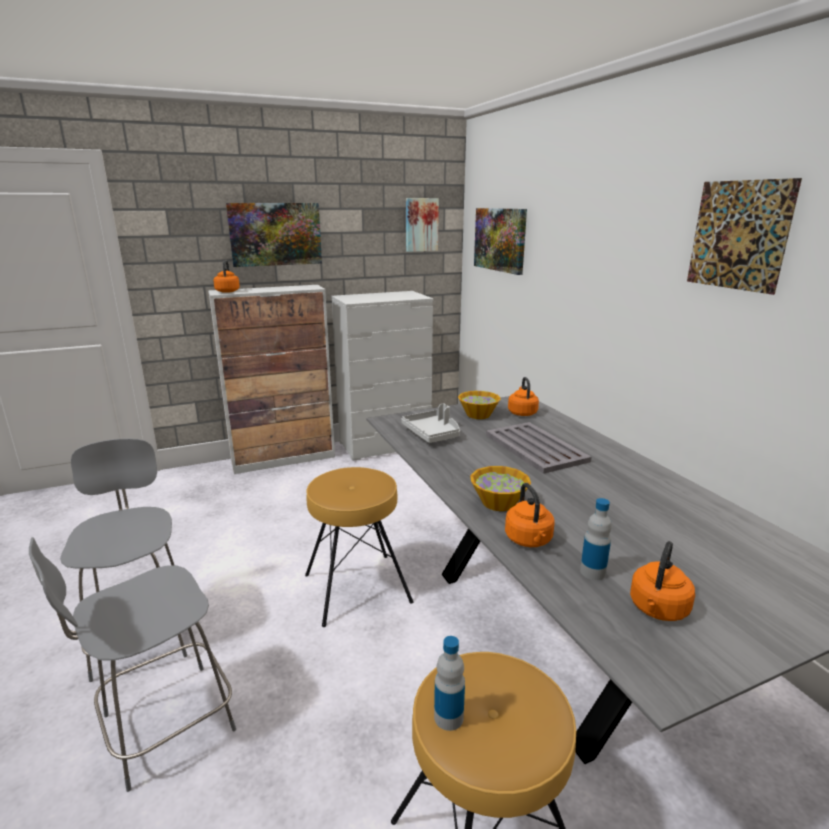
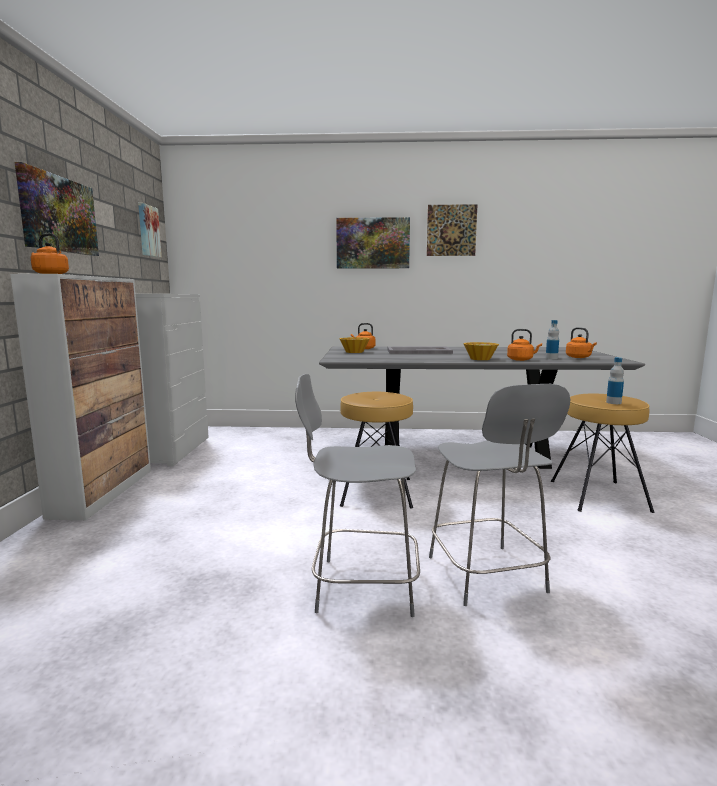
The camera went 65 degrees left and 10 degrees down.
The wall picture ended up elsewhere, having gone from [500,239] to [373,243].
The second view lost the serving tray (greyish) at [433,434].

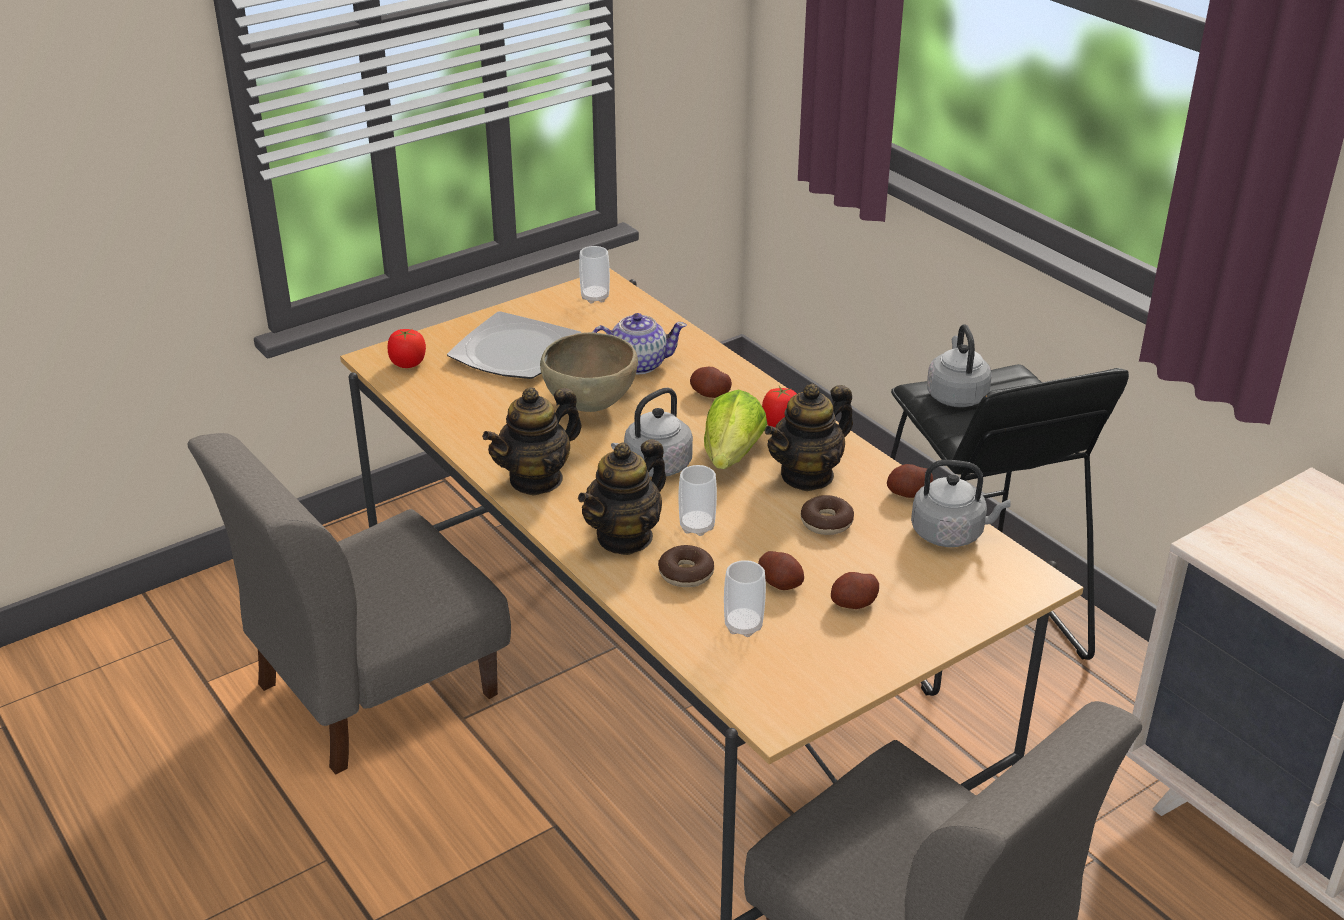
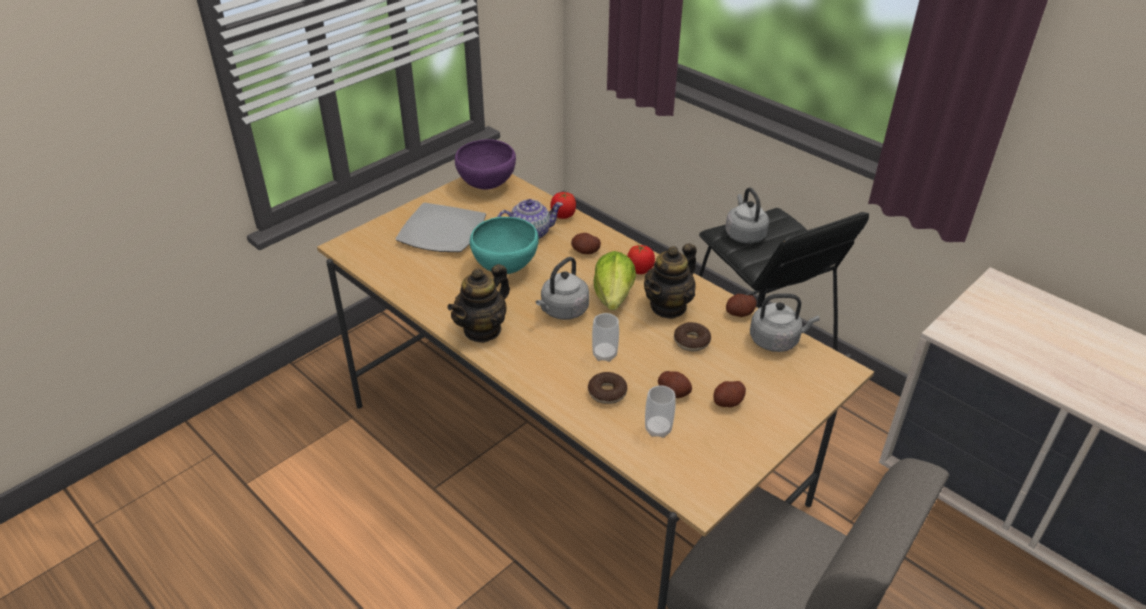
The camera went 10 degrees left and 5 degrees up.
Where the cup stood at [595,297], the bowl (purple) came to stand at [487,185].
The fresh tomato ended up elsewhere, having gone from [408,364] to [563,215].
What was the bowl (brown-coloured) at [591,405] turned into the bowl (blue-green) at [506,268].
The second view lost the upright chair (greyish) at [375,689].
The second view lost the tea pot at [625,537].

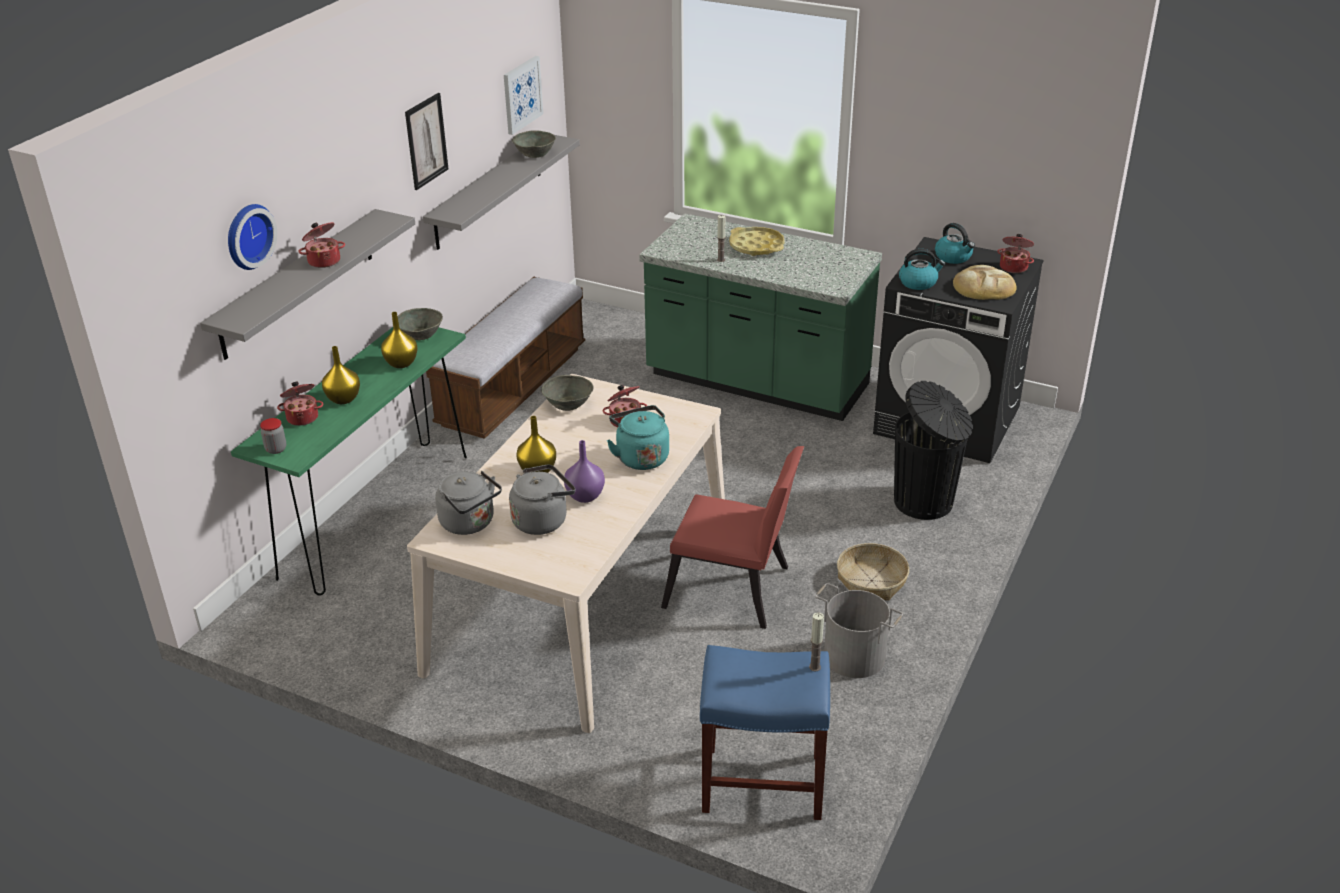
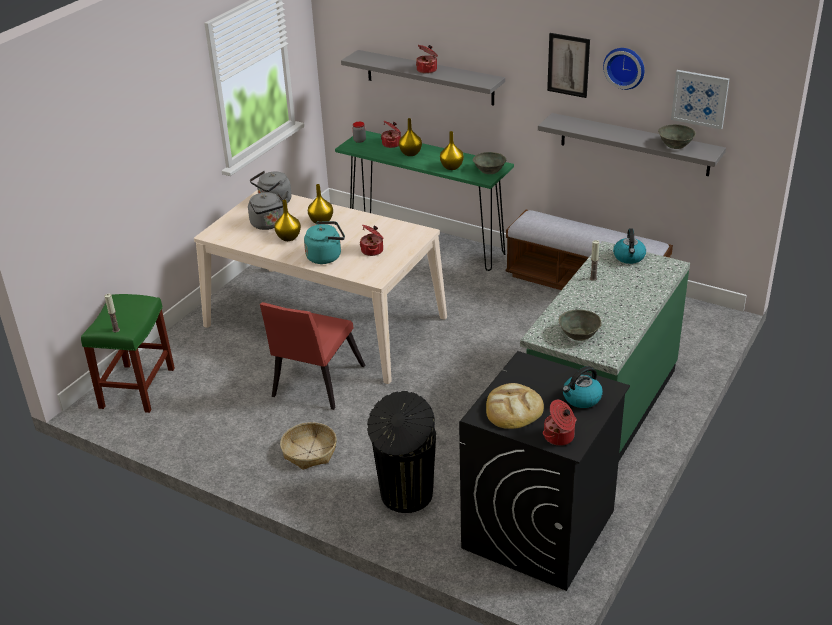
The camera went 95 degrees right and 0 degrees up.
The clock on the wall ended up elsewhere, having gone from [247,235] to [625,67].
The second view lost the serving tray (yellow-coloured) at [756,246].
The kettle ended up elsewhere, having gone from [918,282] to [629,257].
The bowl (greyish) ended up elsewhere, having gone from [568,404] to [579,335].
What was the decorative vase (purple) at [584,496] turned into the decorative vase (yellow-coloured) at [289,237].
The second view lost the pail (greyish) at [854,656].
What was the sitting stool (blue-coloured) at [760,782] turned into the sitting stool (green-coloured) at [137,387].

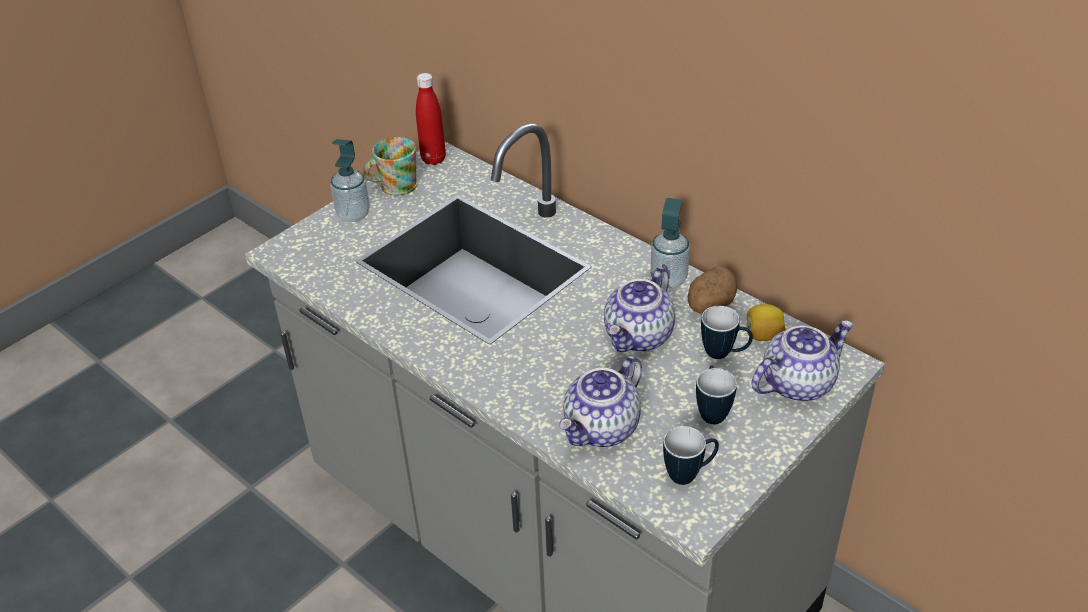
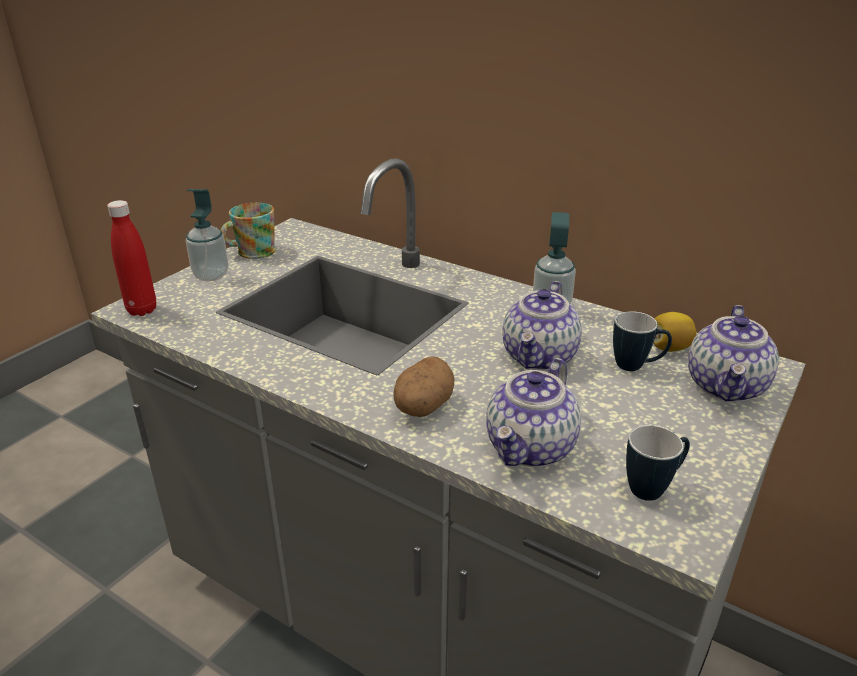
The camera went 10 degrees left and 10 degrees down.
The bottle (red-coloured) ended up elsewhere, having gone from [433,159] to [142,310].
The spud ended up elsewhere, having gone from [709,306] to [422,407].
The tea pot at [797,383] ended up facing another way, 150 degrees clockwise from before.
The second view lost the tea mug at [712,411].

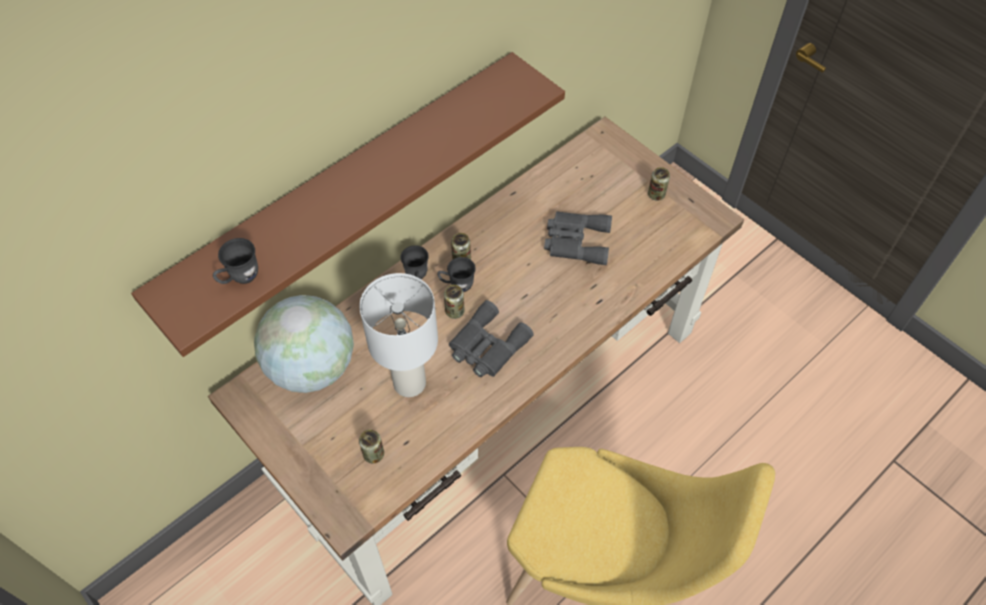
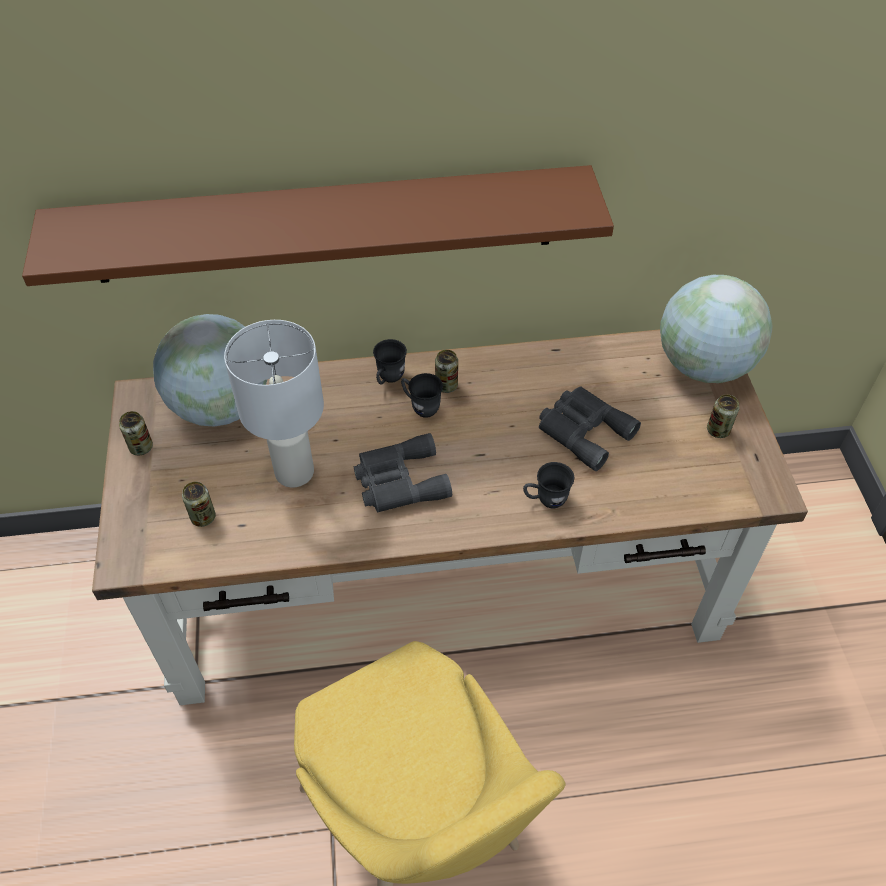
The camera went 35 degrees right and 5 degrees down.
The tea mug (greyish) ended up elsewhere, having gone from [240,278] to [545,500].
The can ended up elsewhere, having gone from [454,311] to [141,447].
The second view gained the globe at [704,366].

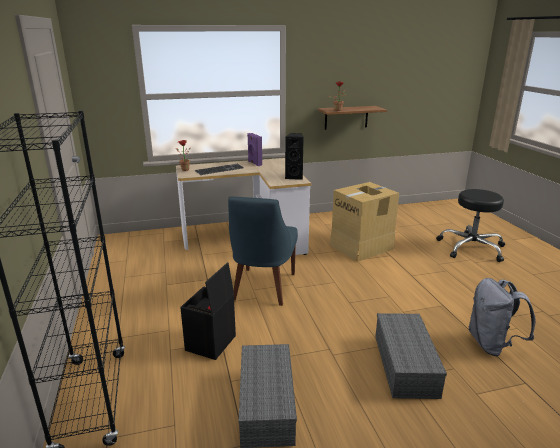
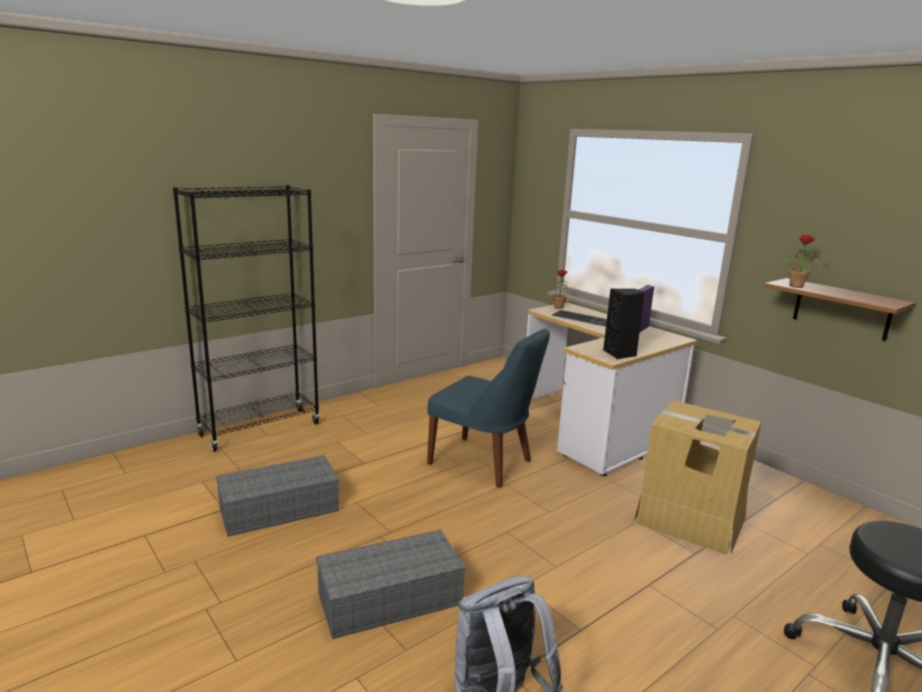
The camera went 65 degrees right and 5 degrees down.
The upright chair (blue-coloured) at [263,288] ended up facing another way, 135 degrees counterclockwise from before.
The second view lost the storage container (black) at [211,344].

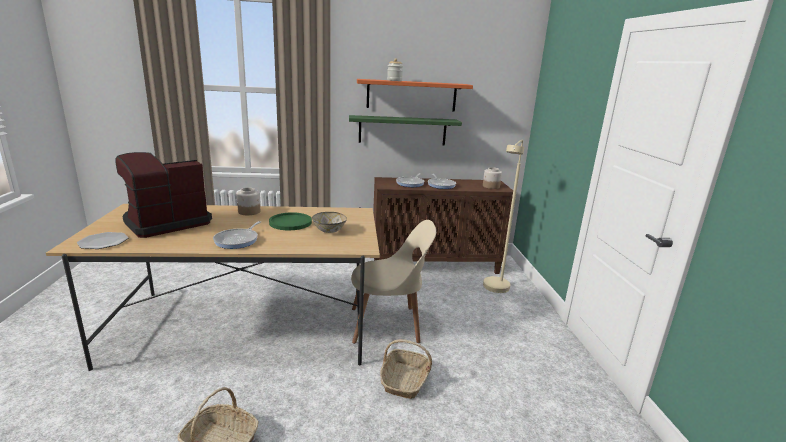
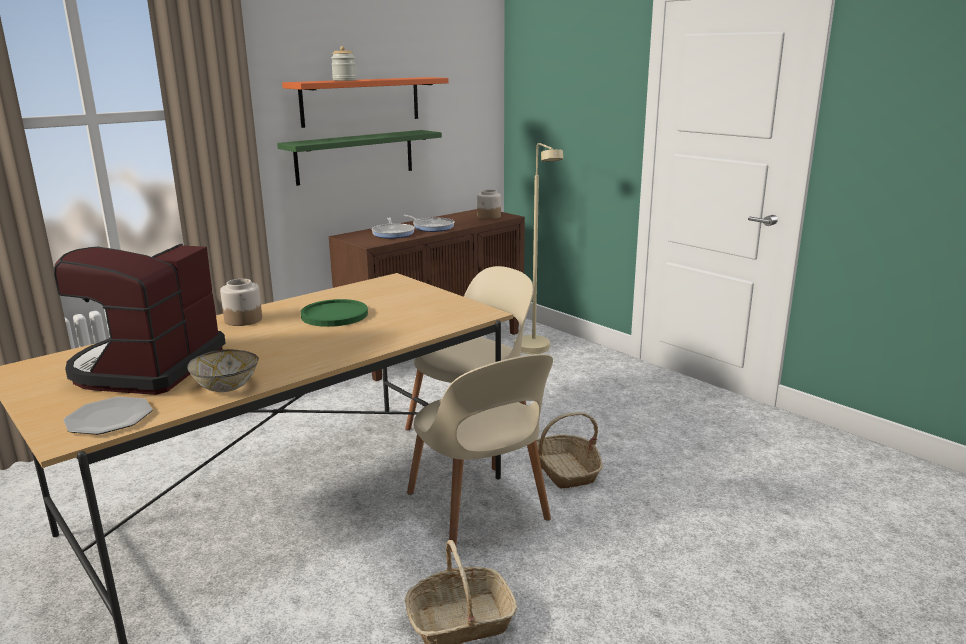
The camera went 35 degrees left and 0 degrees up.
The bowl ended up elsewhere, having gone from [329,231] to [227,387].
The second view lost the skillet at [238,240].
The second view gained the upright chair (beige) at [479,510].

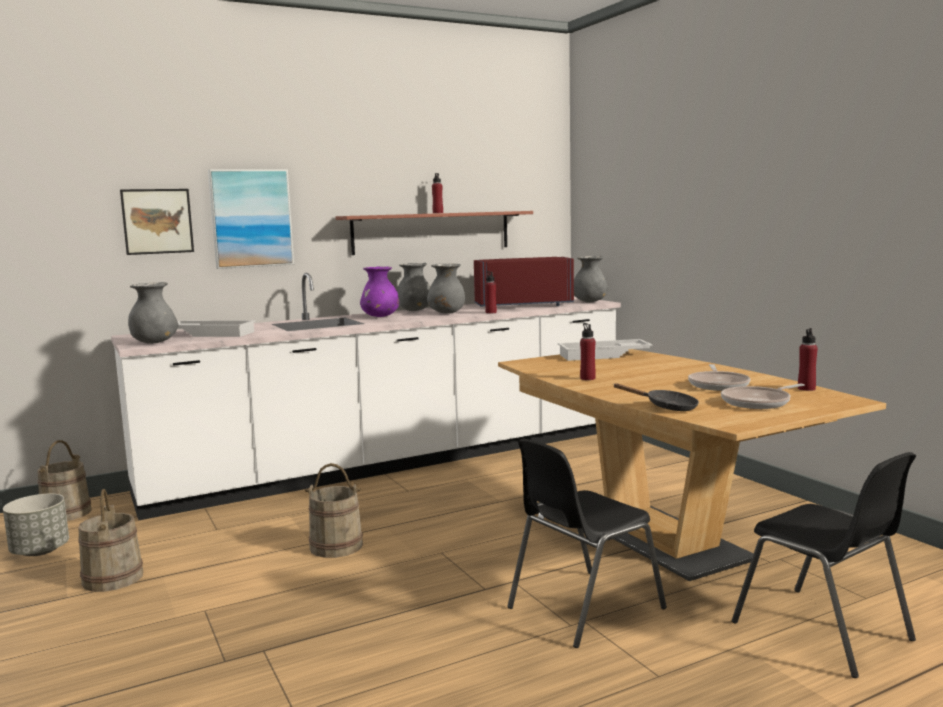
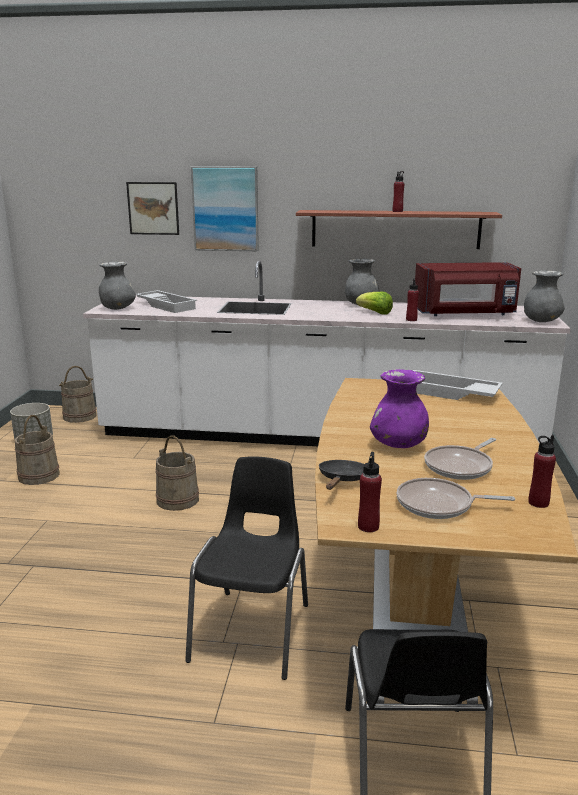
The camera went 35 degrees right and 10 degrees up.
The kitchen microwave (red-coloured) at [522,305] ended up facing another way, 150 degrees clockwise from before.
Where the decorative vase (greyish) stood at [446,313], the lettuce head came to stand at [375,313].
The decorative vase (purple) ended up elsewhere, having gone from [380,317] to [398,445].
The bottle (red-coloured) ended up elsewhere, having gone from [587,378] to [368,526].
The skillet (black) at [666,407] ended up facing another way, 135 degrees counterclockwise from before.
The upright chair (black) at [582,608] ended up facing another way, 105 degrees clockwise from before.

